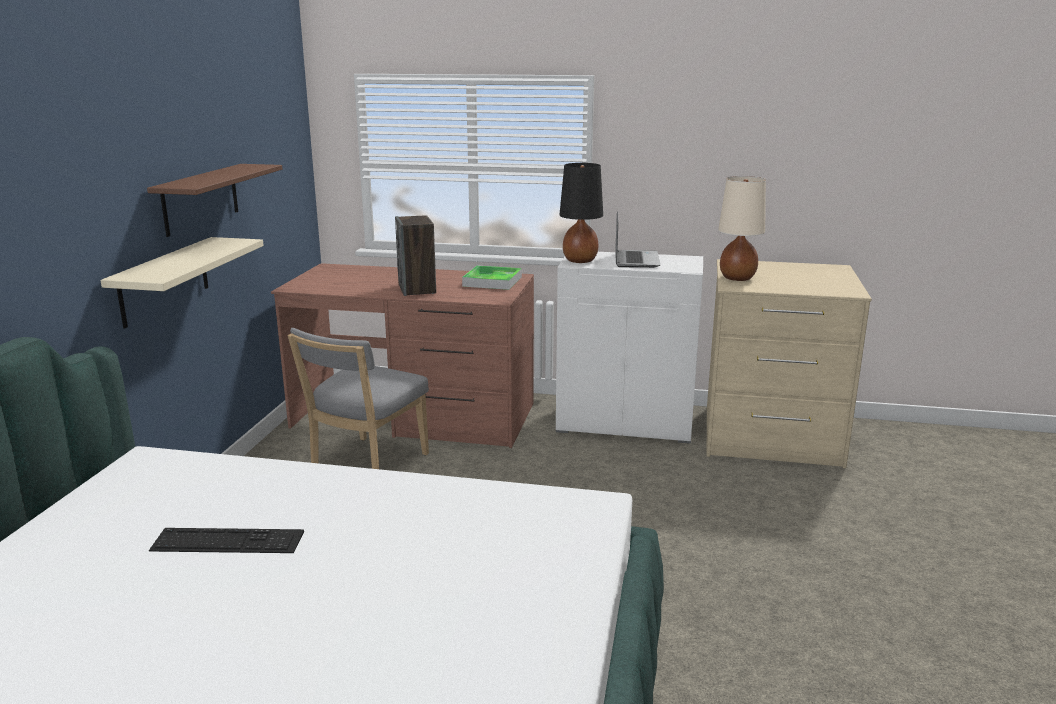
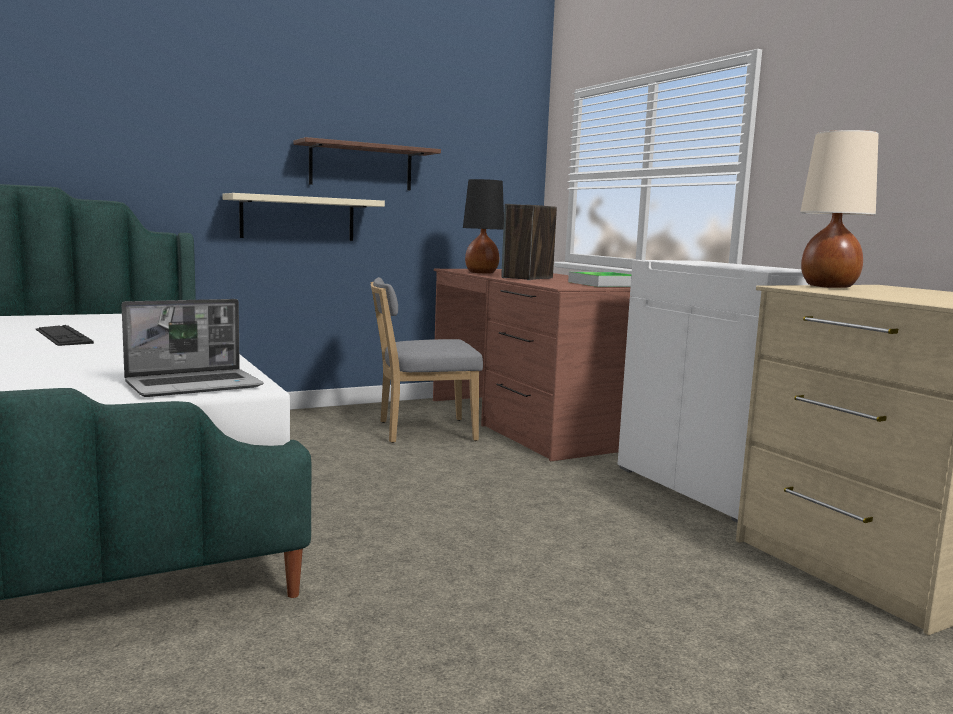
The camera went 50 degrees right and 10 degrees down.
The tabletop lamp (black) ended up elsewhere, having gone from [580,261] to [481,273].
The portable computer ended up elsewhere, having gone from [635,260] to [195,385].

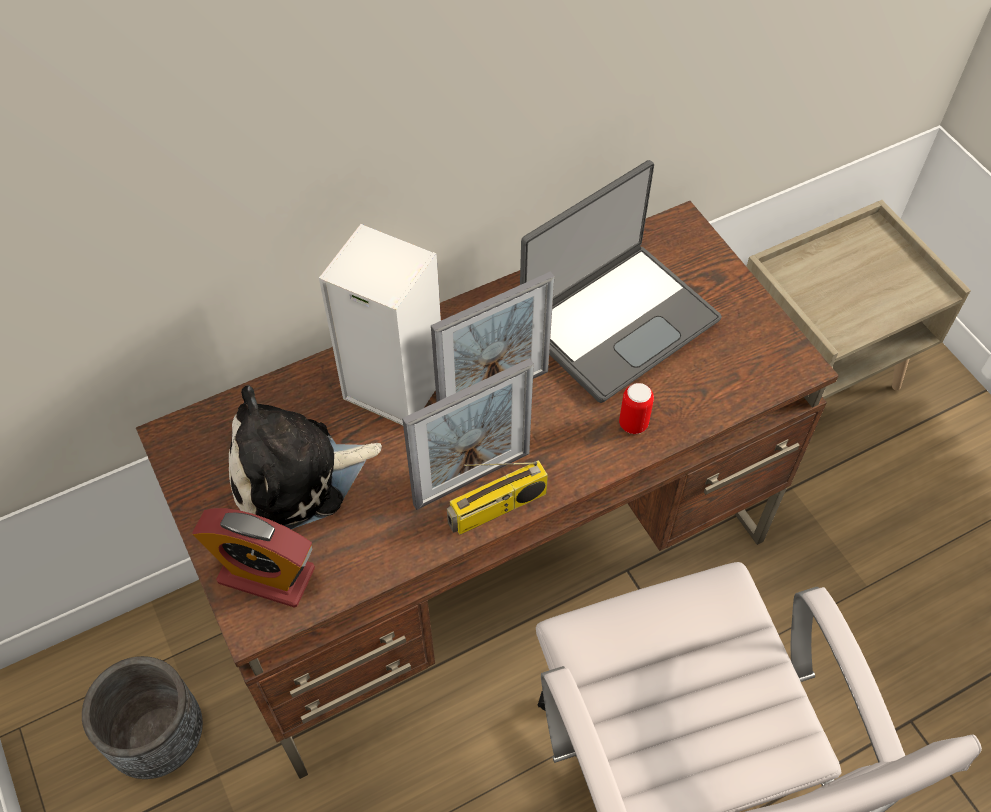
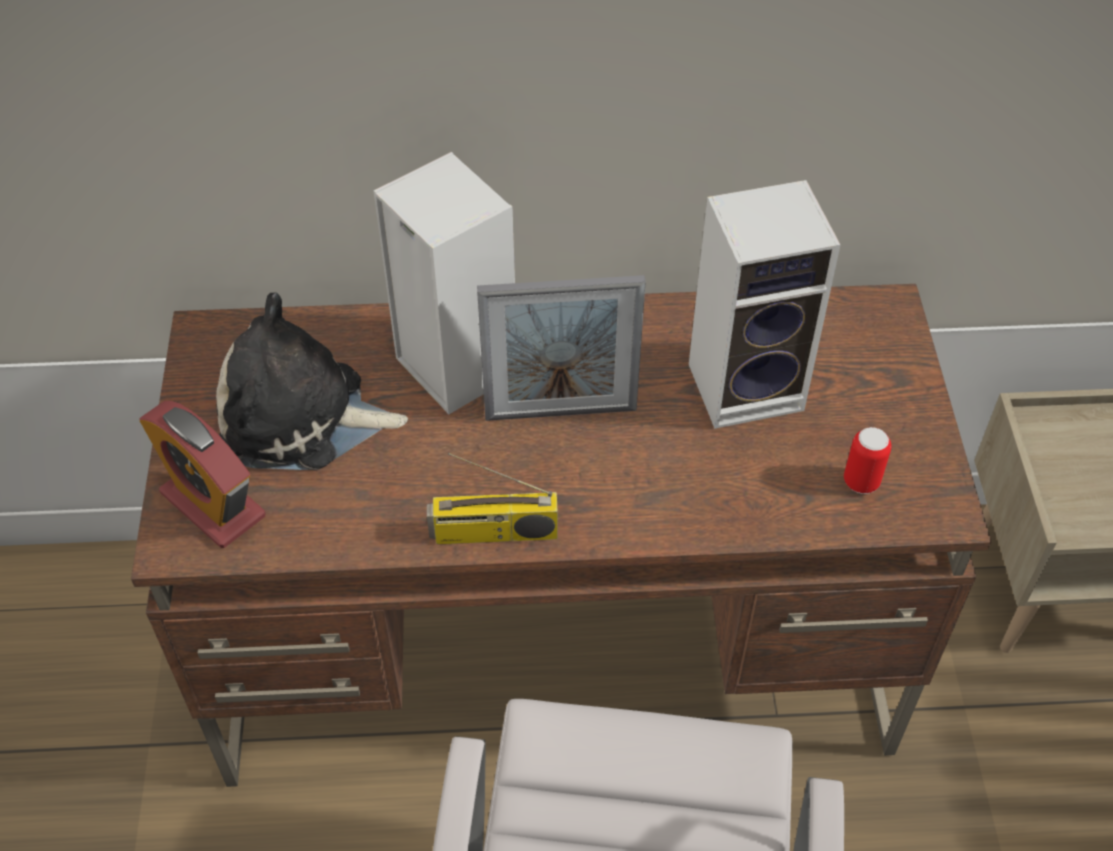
The camera went 25 degrees right and 5 degrees down.
Where the portable computer stood at [617,321], the audio speaker came to stand at [749,384].
The second view lost the picture frame at [472,479].
The can ended up elsewhere, having gone from [633,424] to [861,482].
The second view lost the planter (greyish) at [159,738].

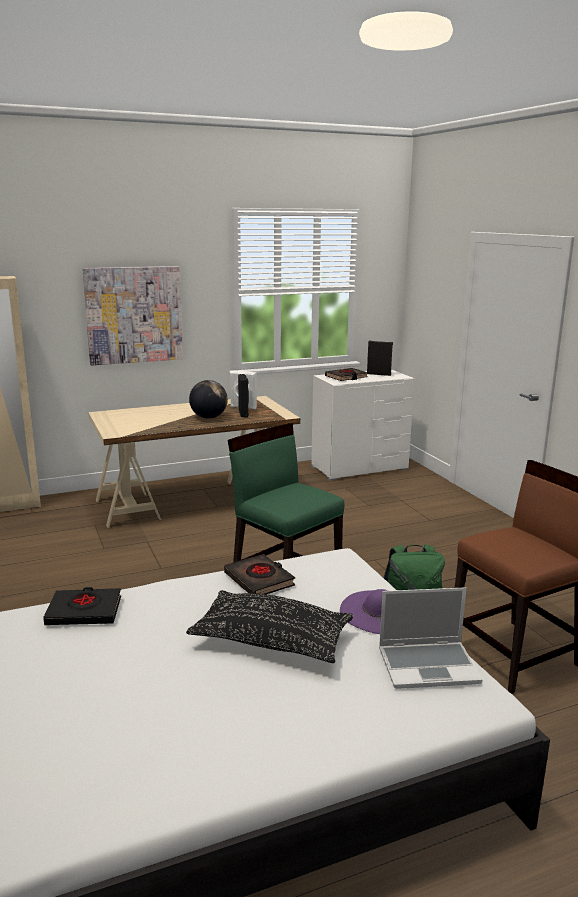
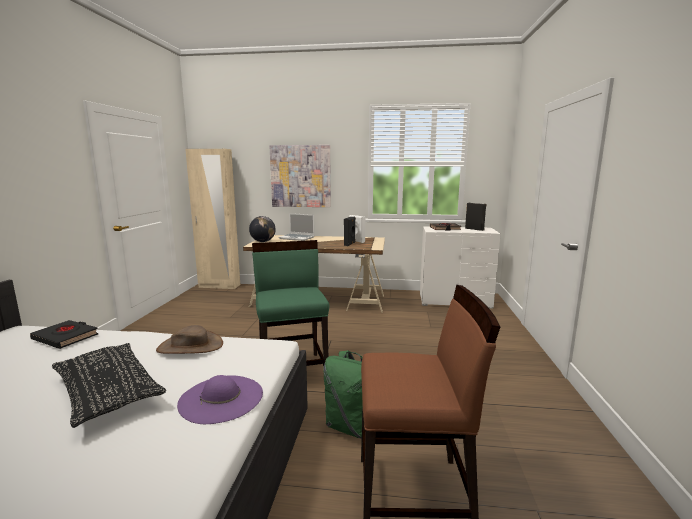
The camera went 30 degrees right and 5 degrees down.
The globe ended up elsewhere, having gone from [208,417] to [263,242].
Where the book (black) stood at [259,580], the clothing hat (brown-coloured) came to stand at [190,346].
The portable computer ended up elsewhere, having gone from [429,665] to [297,238].

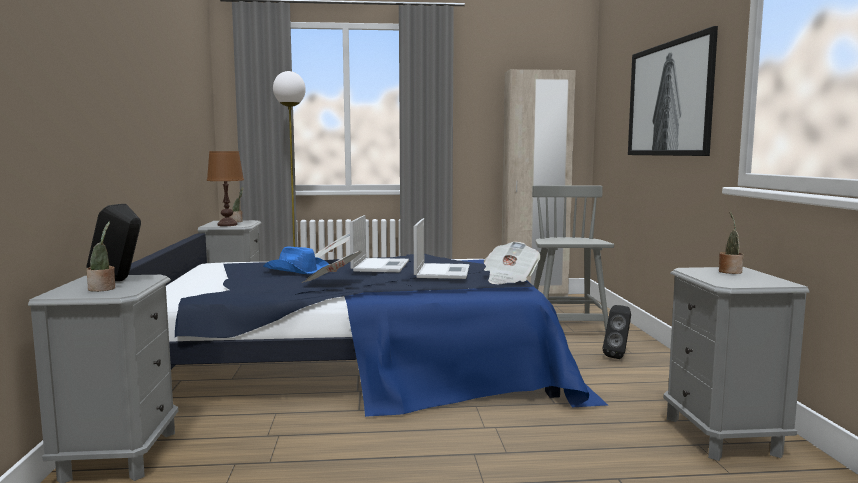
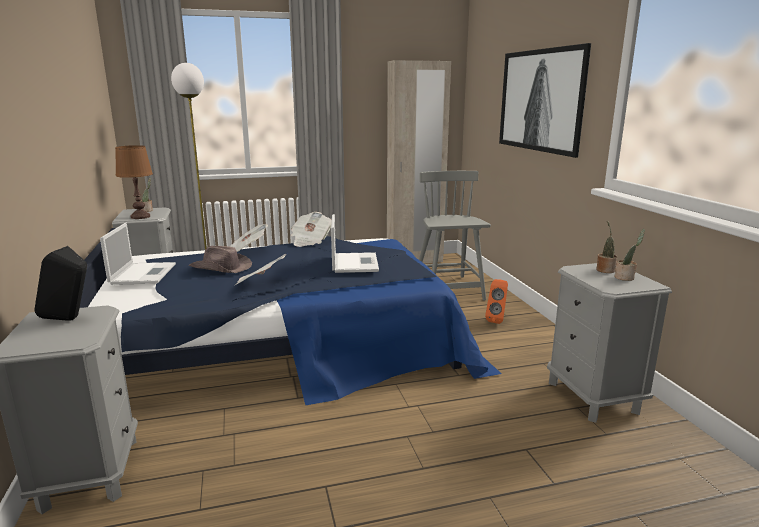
The camera went 10 degrees left and 10 degrees up.
The portable computer ended up elsewhere, having gone from [380,266] to [143,273].
The potted plant ended up elsewhere, having gone from [103,289] to [625,278].
The daily paper ended up elsewhere, having gone from [509,279] to [310,241].
What was the clothing hat (blue-coloured) at [297,270] turned into the clothing hat (brown-coloured) at [221,268].
What was the audio speaker (black) at [618,356] turned into the audio speaker (orangey) at [497,320].

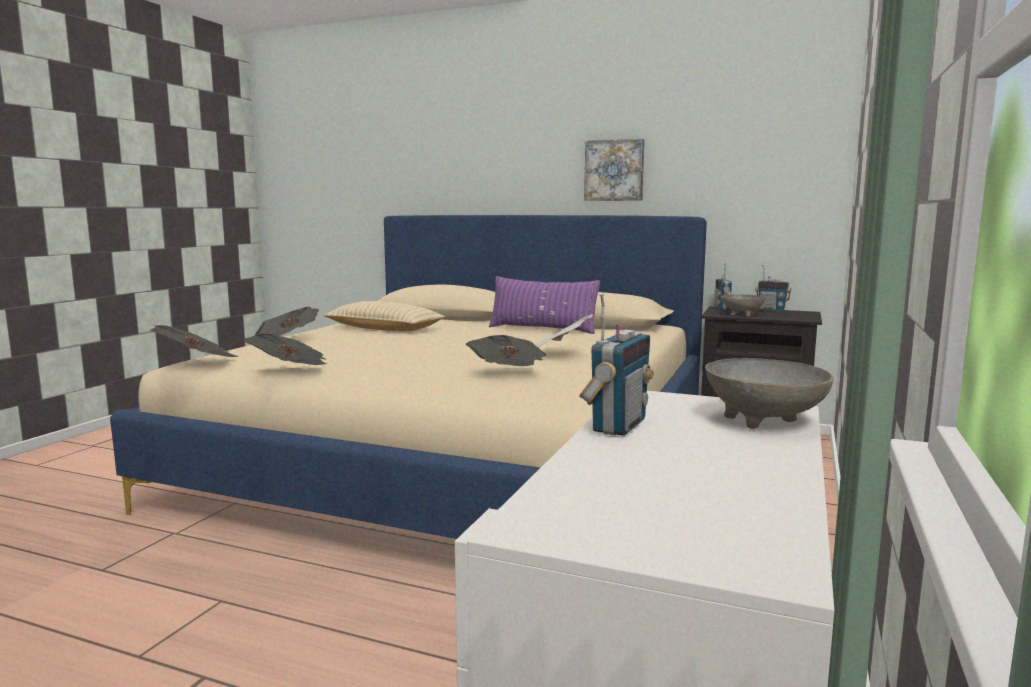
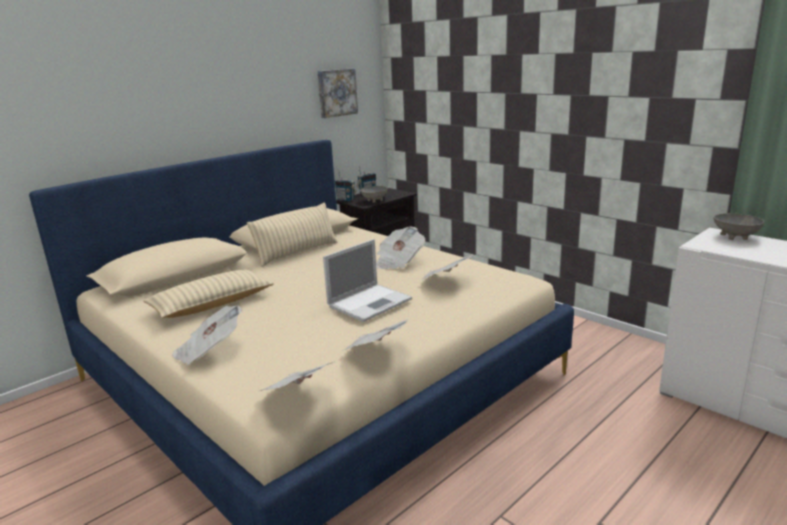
The camera went 65 degrees left and 10 degrees up.
The wall picture ended up elsewhere, having gone from [614,170] to [336,92].
What was the cushion (purple) at [542,329] turned into the cushion (beige) at [297,252].
The second view lost the radio at [617,426].
The second view gained the portable computer at [370,302].

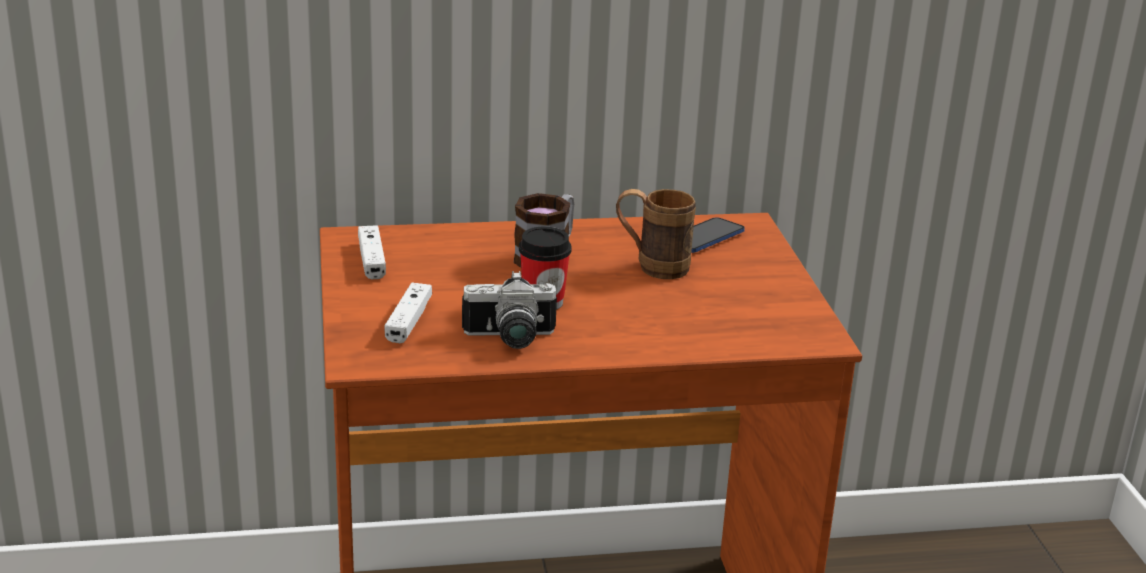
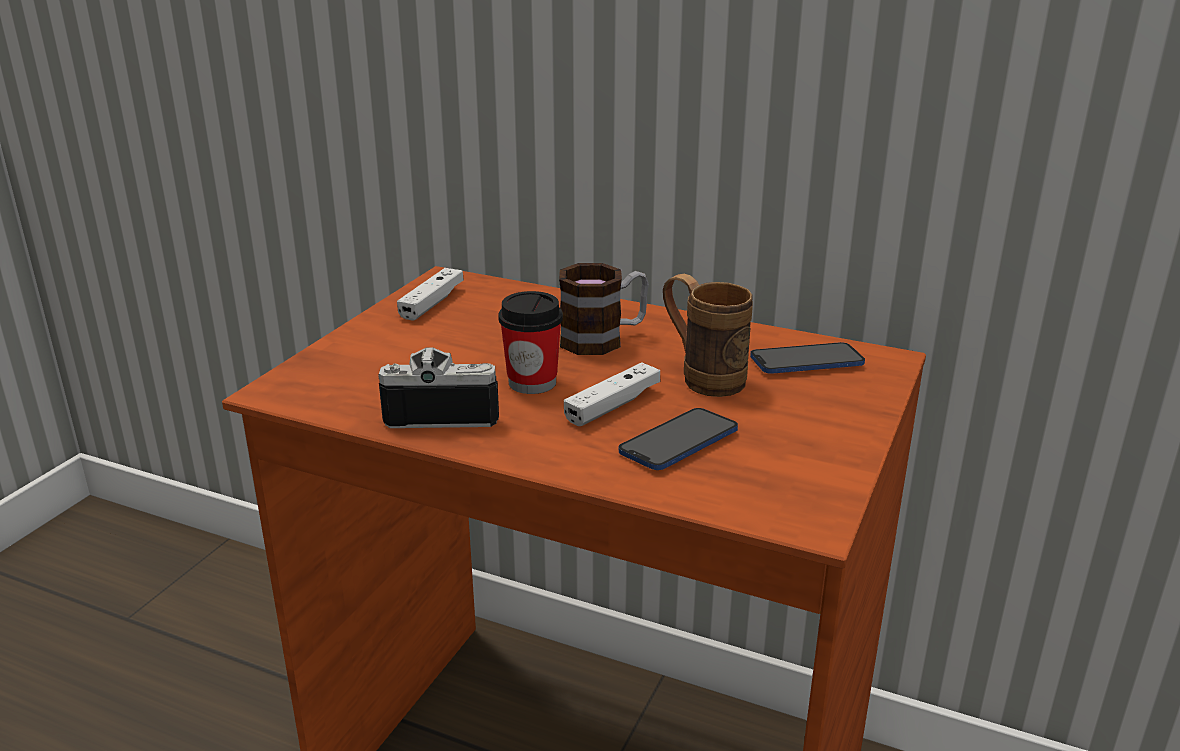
The camera went 35 degrees right and 0 degrees up.
The still camera at [509,339] ended up facing another way, 150 degrees clockwise from before.
The joypad (white-coloured) ended up elsewhere, having gone from [408,321] to [613,405].
The second view gained the handset at [678,442].

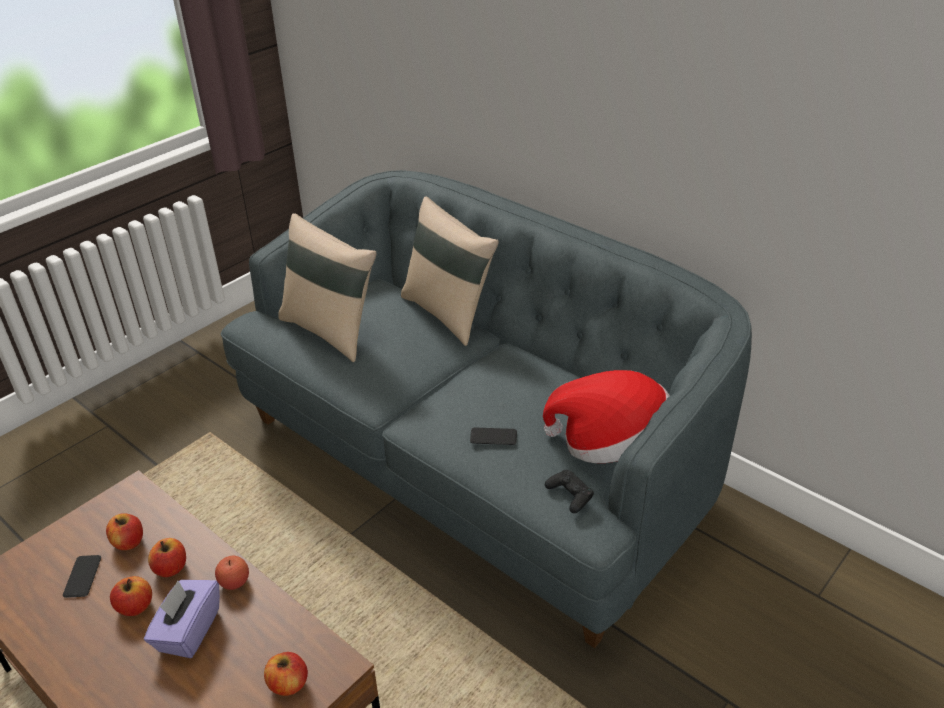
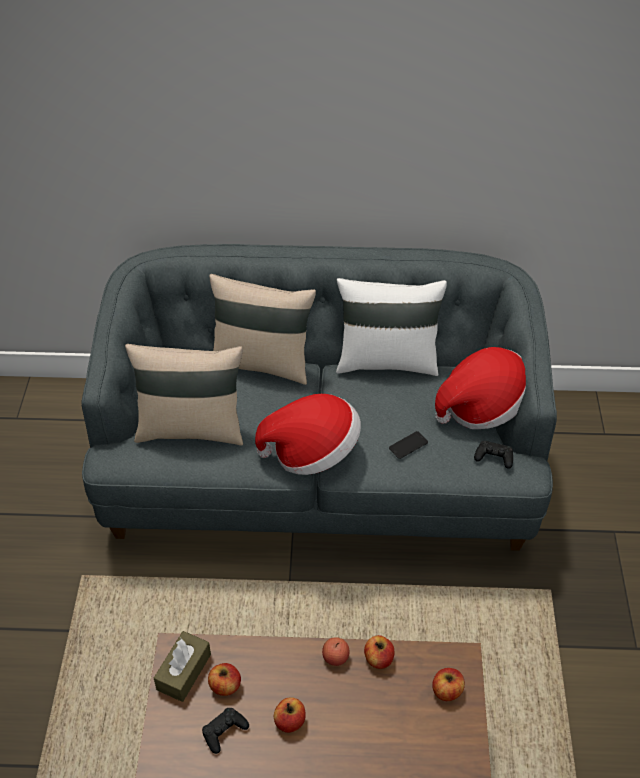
The camera went 40 degrees left and 10 degrees up.
The apple fruit ended up elsewhere, having gone from [171,568] to [378,659].
Where the handset stood at [82,576], the joypad (black) came to stand at [224,731].
The second view lost the tissue holder (purple) at [188,631].
The second view gained the cushion (white-coloured) at [387,361].
The second view gained the clothing hat at [312,452].
The second view gained the tissue holder (brown-coloured) at [184,672].

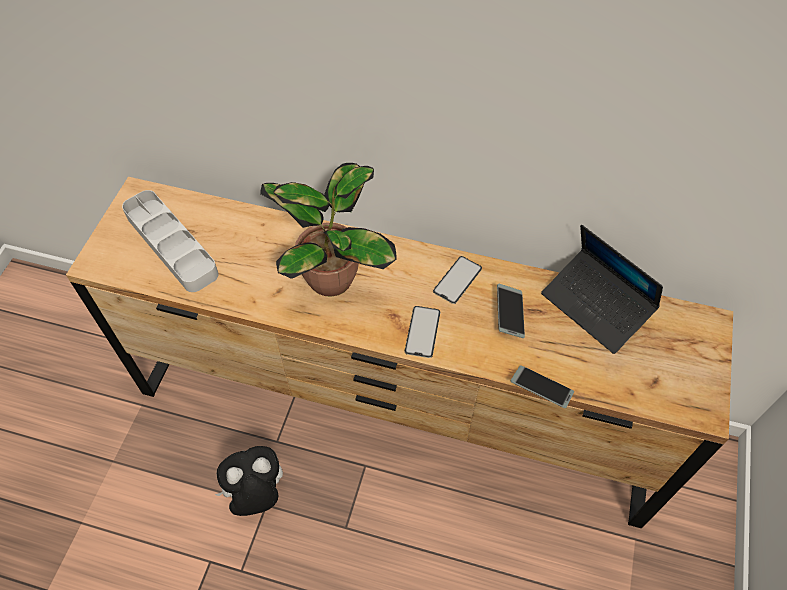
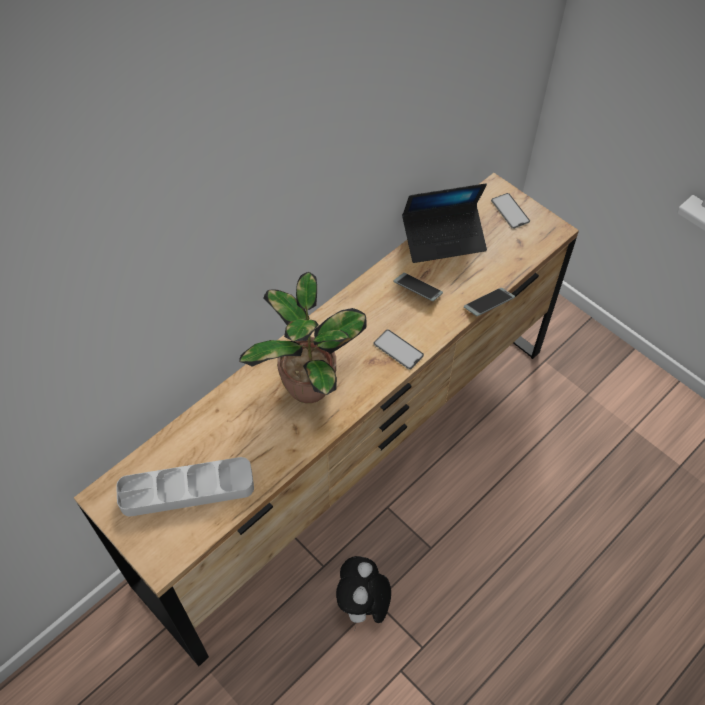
The camera went 60 degrees left and 0 degrees up.
The handset ended up elsewhere, having gone from [457,280] to [510,211].

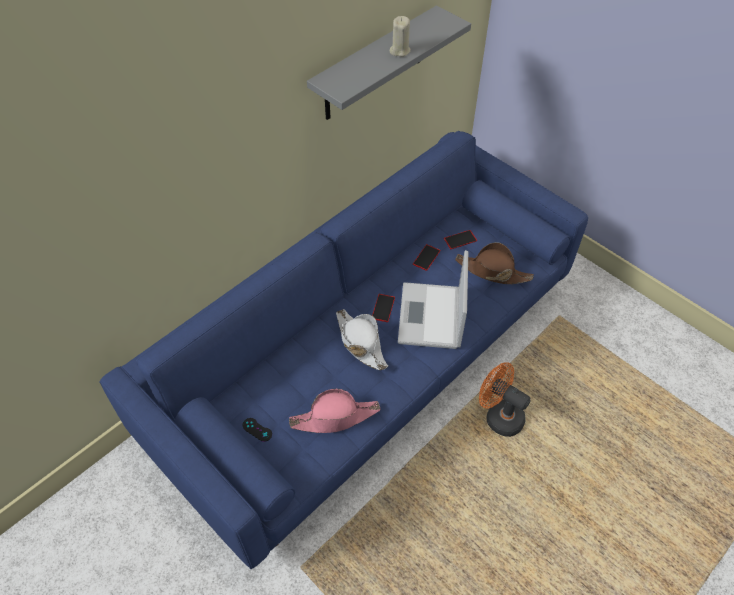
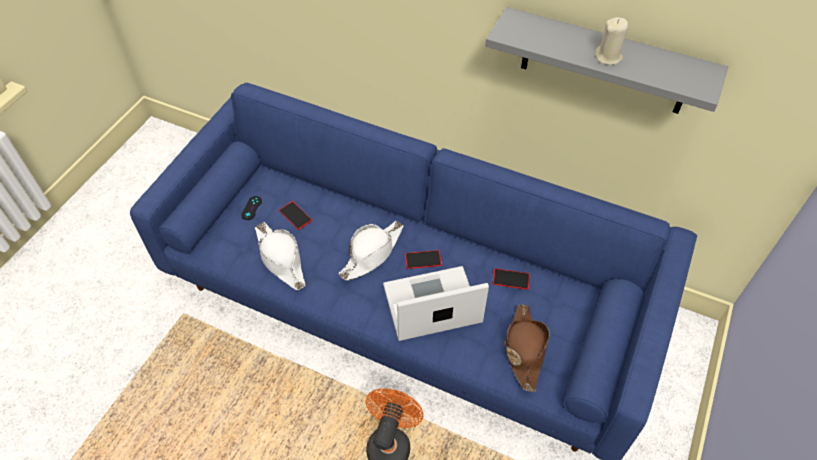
The camera went 70 degrees right and 0 degrees up.
The handset ended up elsewhere, having gone from [460,239] to [295,215].
What was the clothing hat (pinkish) at [335,417] turned into the clothing hat (white-coloured) at [281,259].

